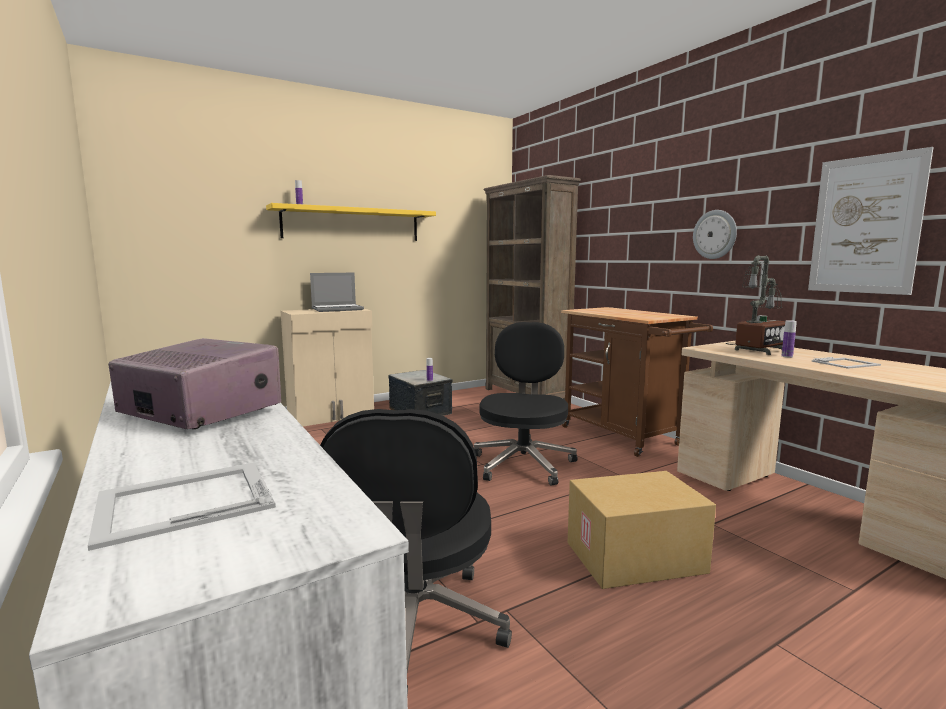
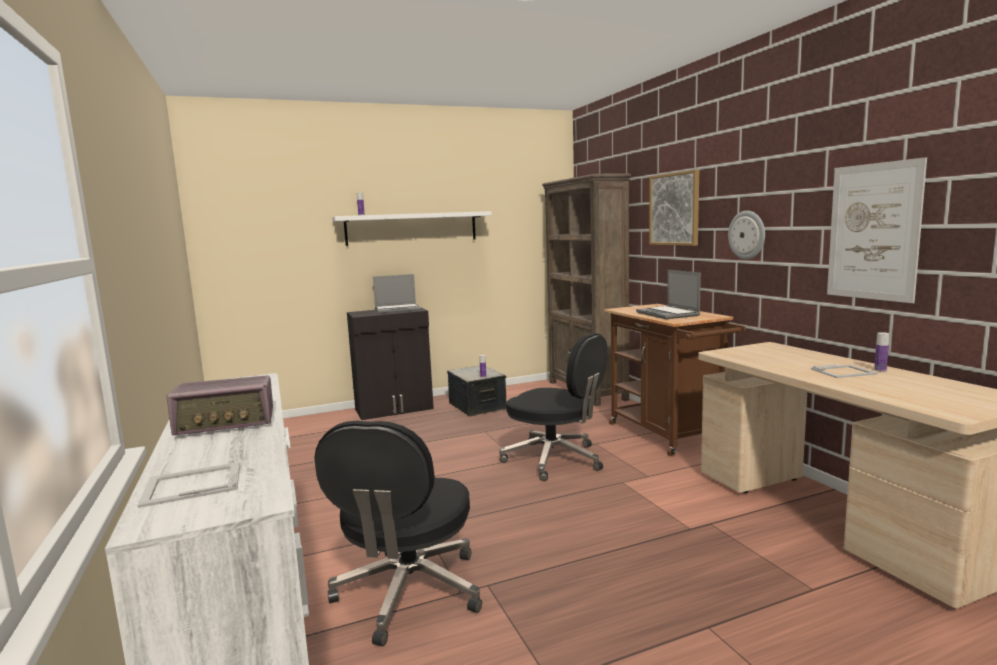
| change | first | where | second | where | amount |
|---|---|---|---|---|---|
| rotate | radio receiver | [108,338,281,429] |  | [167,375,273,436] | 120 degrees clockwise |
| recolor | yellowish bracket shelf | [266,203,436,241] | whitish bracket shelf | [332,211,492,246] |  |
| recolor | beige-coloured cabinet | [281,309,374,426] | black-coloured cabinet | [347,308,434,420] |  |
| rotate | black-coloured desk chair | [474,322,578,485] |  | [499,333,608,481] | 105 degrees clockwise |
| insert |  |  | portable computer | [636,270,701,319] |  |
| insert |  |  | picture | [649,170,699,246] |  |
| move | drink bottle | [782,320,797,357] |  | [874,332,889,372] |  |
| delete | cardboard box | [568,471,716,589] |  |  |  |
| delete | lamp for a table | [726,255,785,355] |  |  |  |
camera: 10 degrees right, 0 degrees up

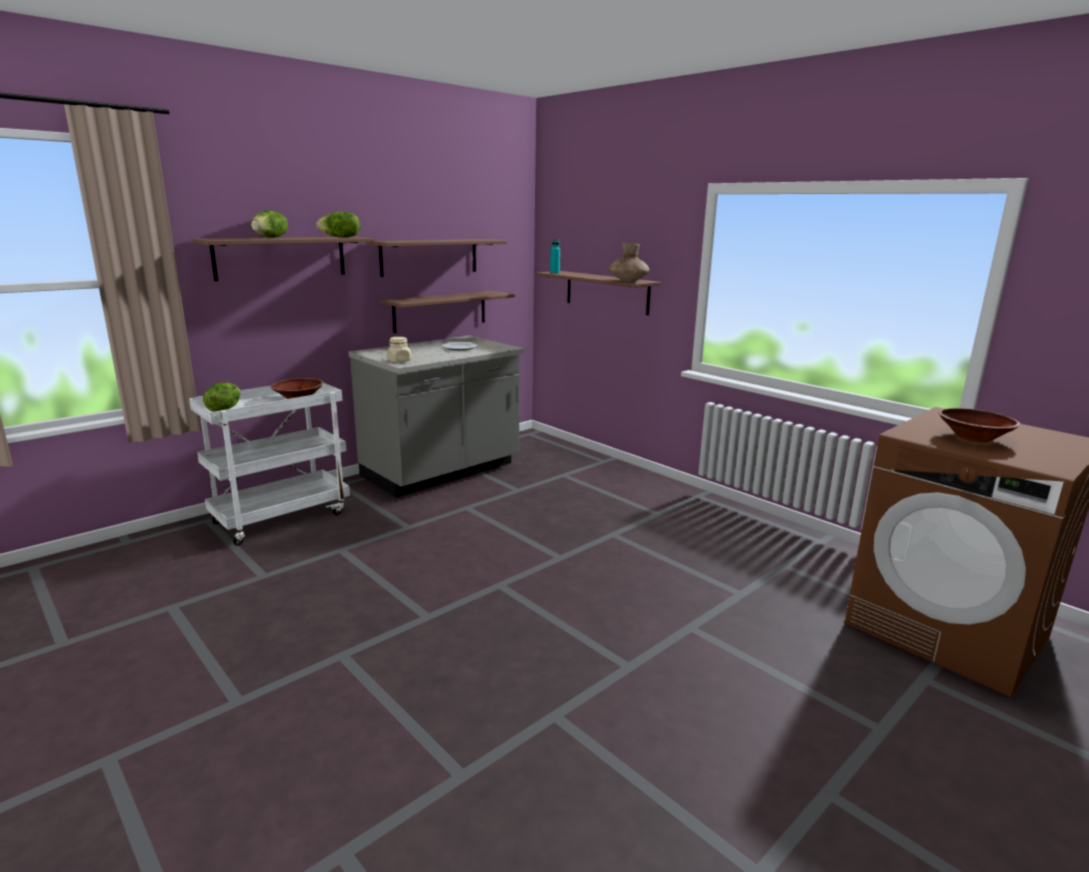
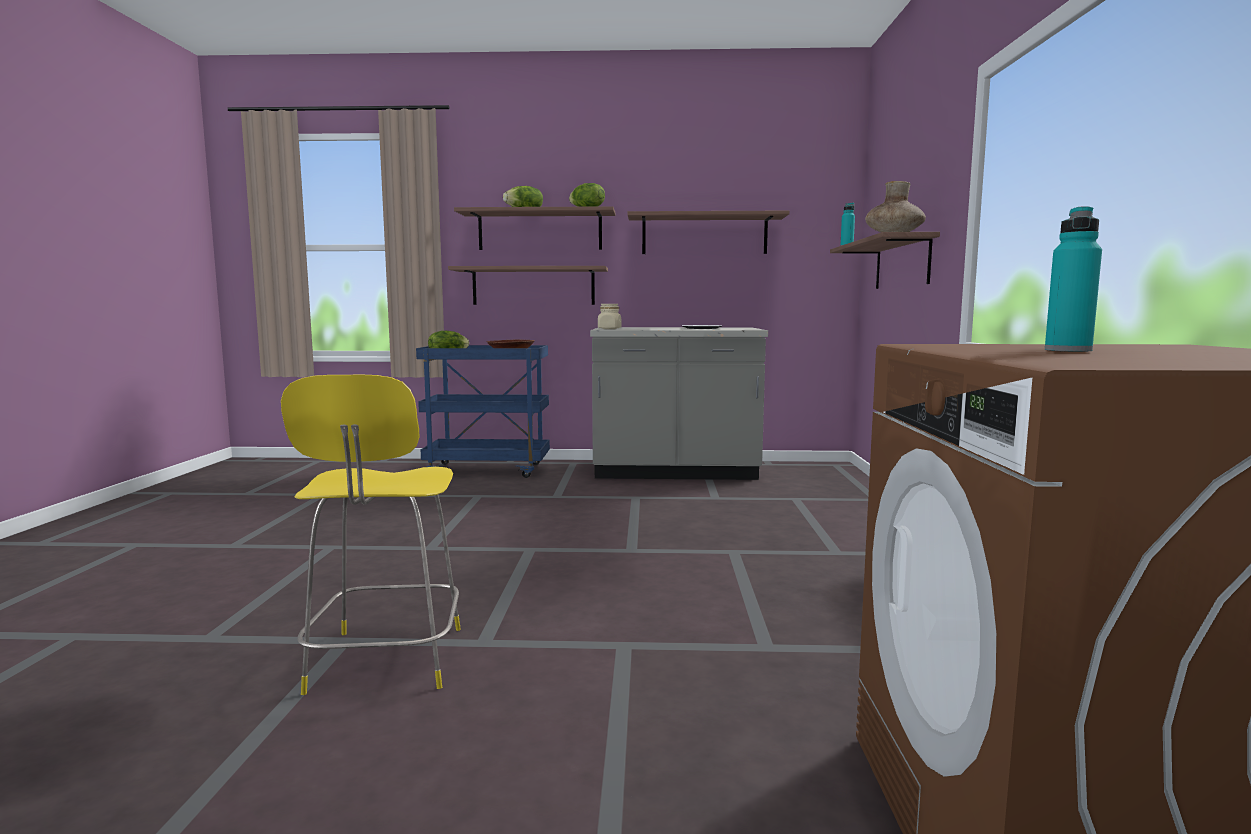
| change | first | where | second | where | amount |
|---|---|---|---|---|---|
| insert |  |  | yellowish upright chair | [281,375,461,695] |  |
| recolor | whitish cart | [189,383,350,546] | blue-coloured cart | [416,345,550,478] |  |
| move | bracket shelf | [380,291,515,333] |  | [448,266,608,305] |  |
| replace | brown deep dish | [938,408,1021,443] | turquoise-coloured drink bottle | [1045,206,1102,352] |  |
camera: 45 degrees right, 10 degrees down

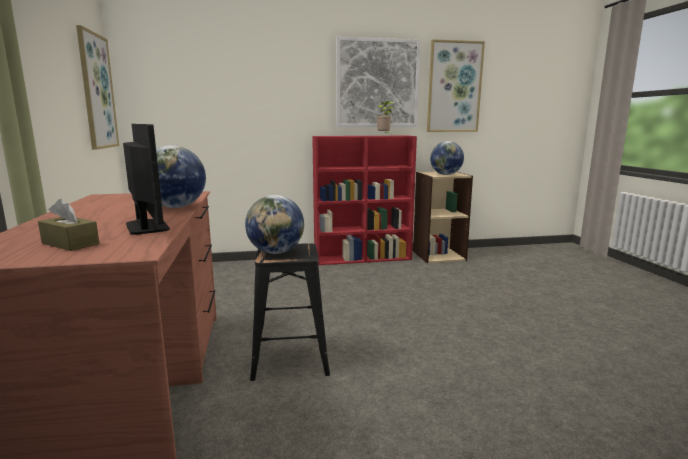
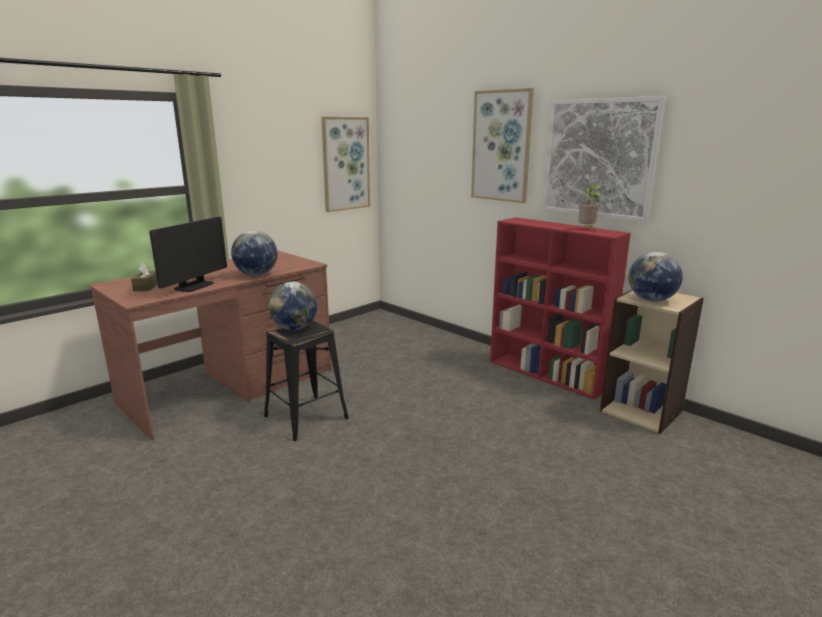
| change | first | where | second | where | amount |
|---|---|---|---|---|---|
| move | picture | [427,39,485,132] |  | [471,88,534,203] |  |
camera: 55 degrees right, 5 degrees up

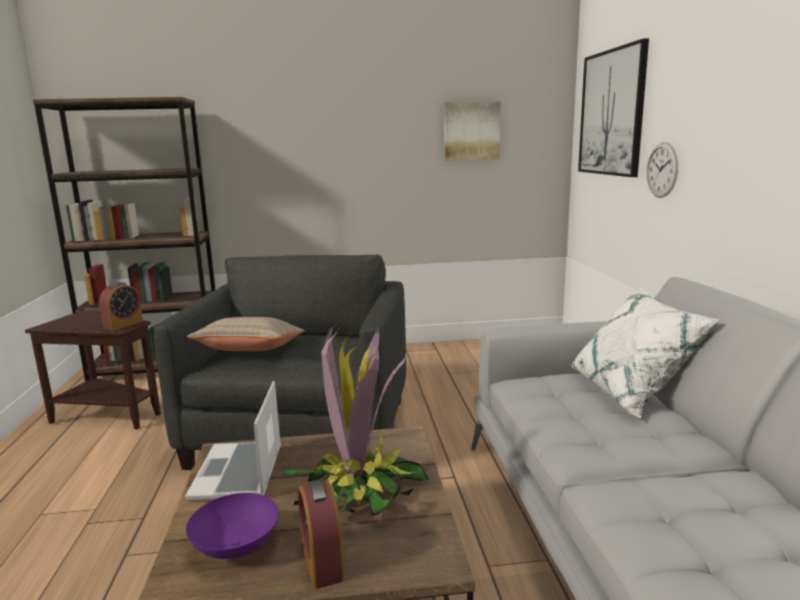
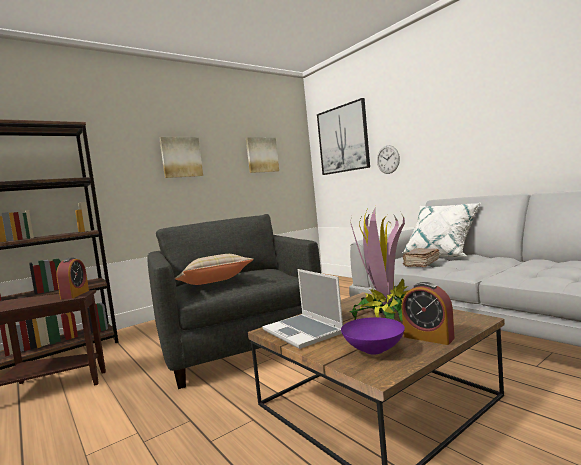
| change | first | where | second | where | amount |
|---|---|---|---|---|---|
| insert |  |  | picture | [159,137,203,178] |  |
| insert |  |  | brown book | [403,248,440,267] |  |
camera: 30 degrees left, 10 degrees down

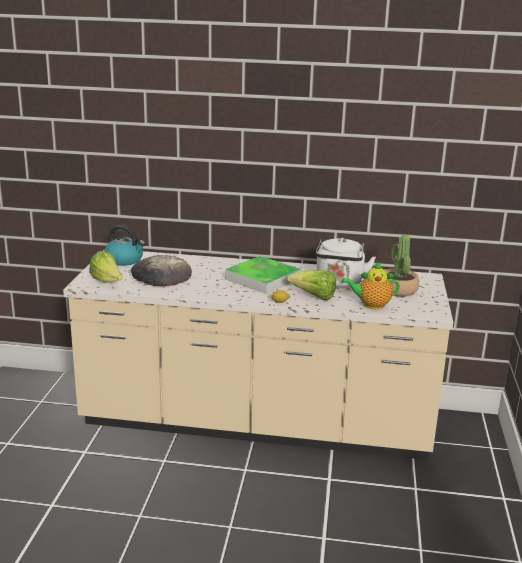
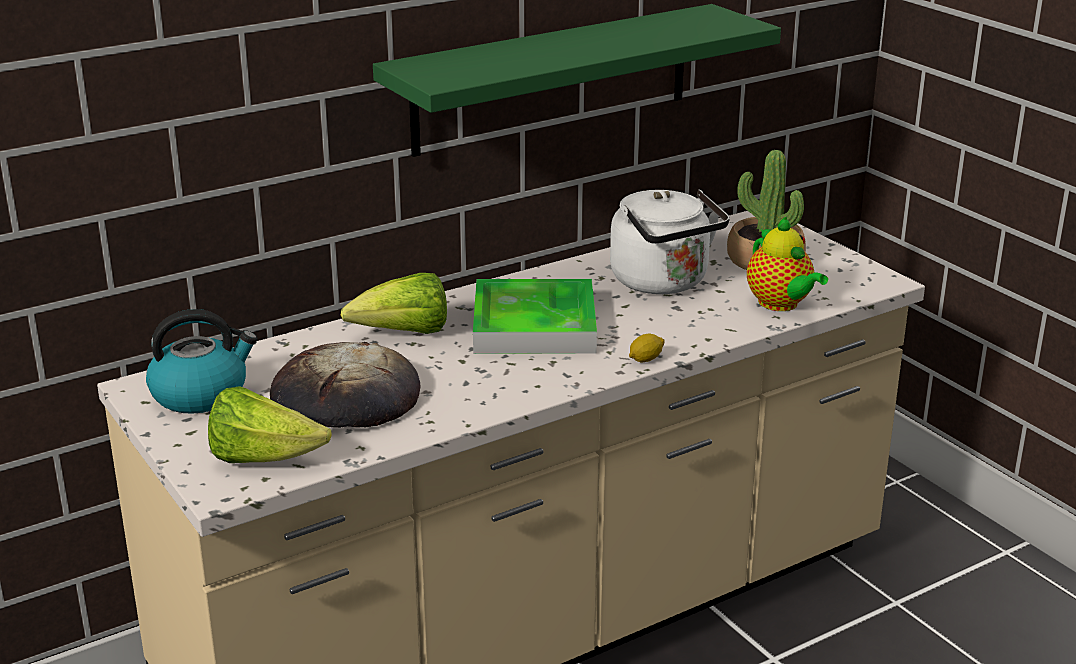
| change | first | where | second | where | amount |
|---|---|---|---|---|---|
| move | head of lettuce | [287,270,336,300] |  | [341,273,447,334] |  |
| insert |  |  | greenish bracket shelf | [373,4,781,157] |  |
| rotate | teapot | [342,261,400,309] |  | [747,216,828,311] | 75 degrees counterclockwise |
camera: 40 degrees left, 5 degrees up

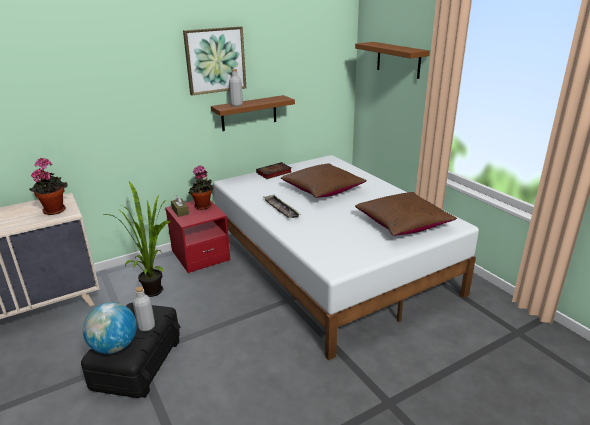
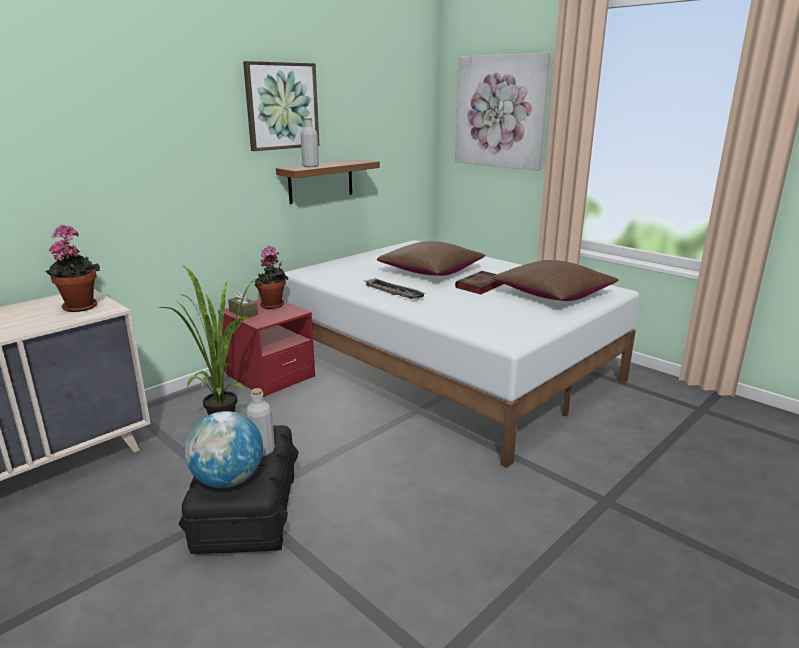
| change | first | where | second | where | amount |
|---|---|---|---|---|---|
| replace | brown bracket shelf | [355,42,430,79] | picture | [455,53,551,171] |  |
| move | book | [256,162,292,179] |  | [455,271,503,294] |  |
camera: 15 degrees left, 5 degrees down

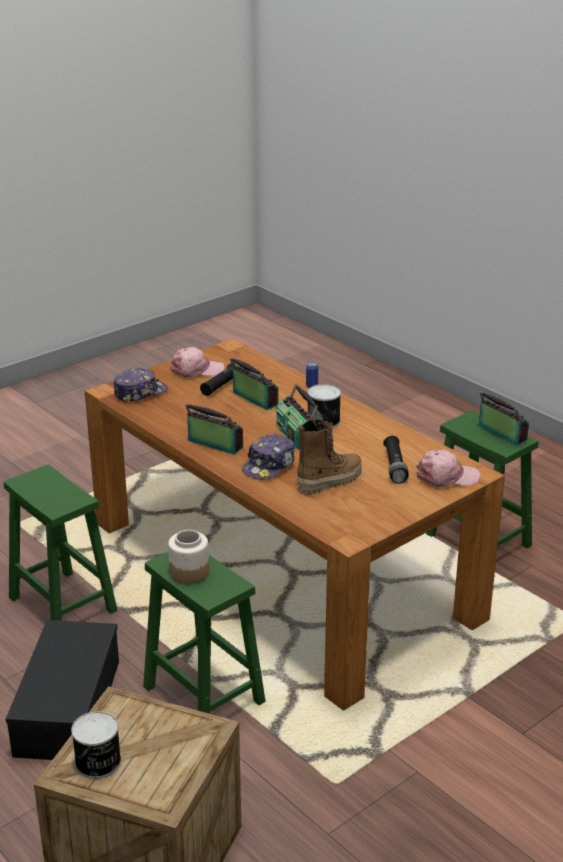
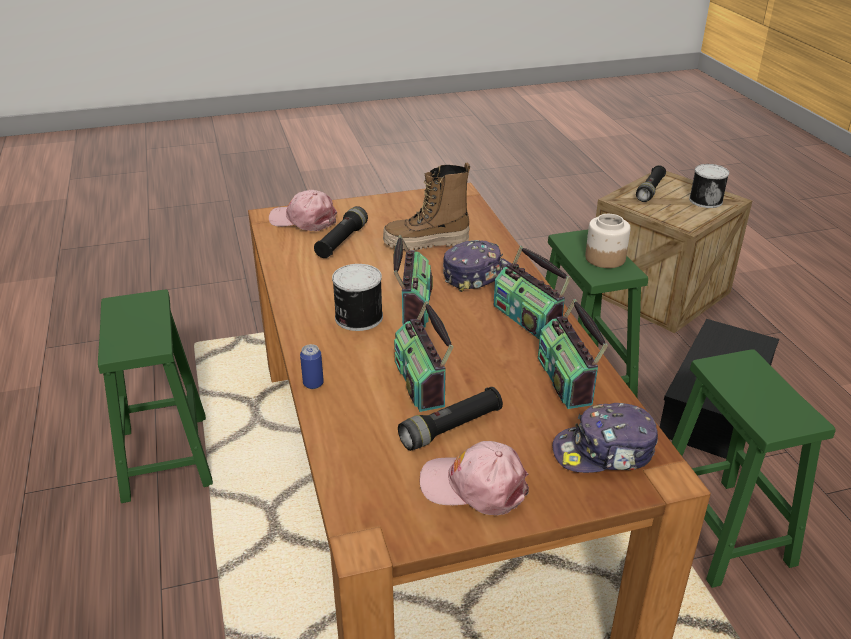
| change | first | where | second | where | amount |
|---|---|---|---|---|---|
| move | radio receiver | [479,391,529,446] |  | [538,299,608,409] |  |
| insert |  |  | black-coloured flashlight | [636,165,666,202] |  |
camera: 155 degrees left, 5 degrees up

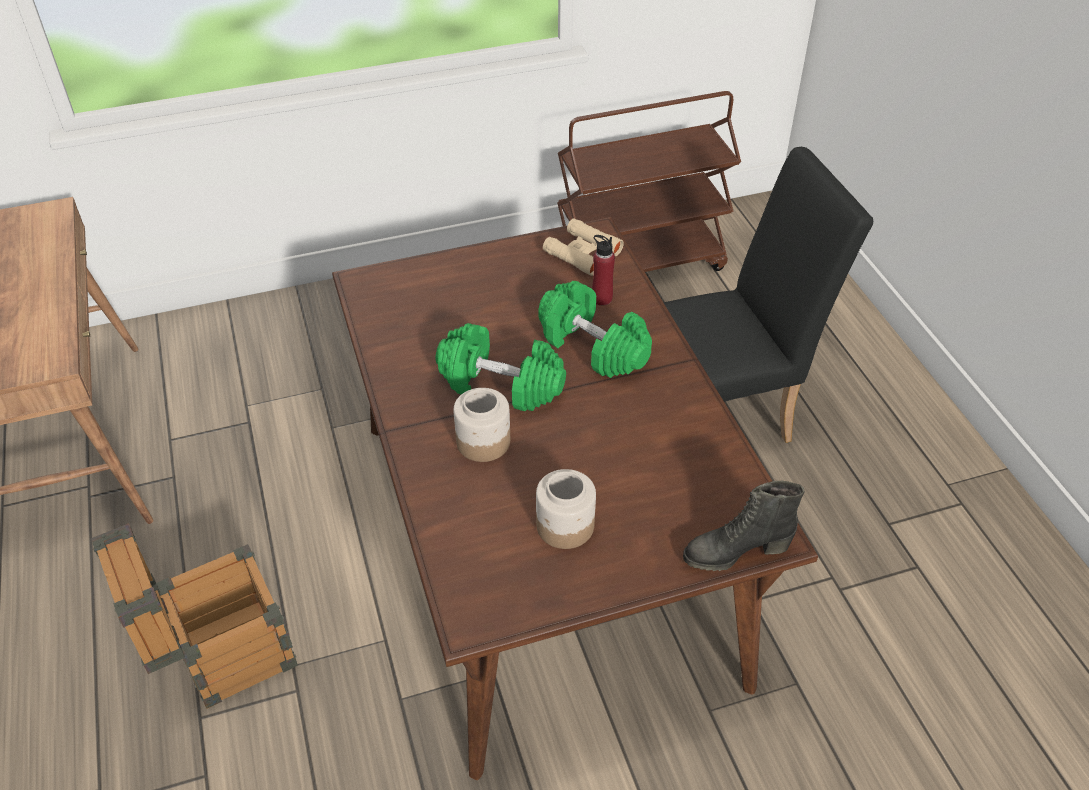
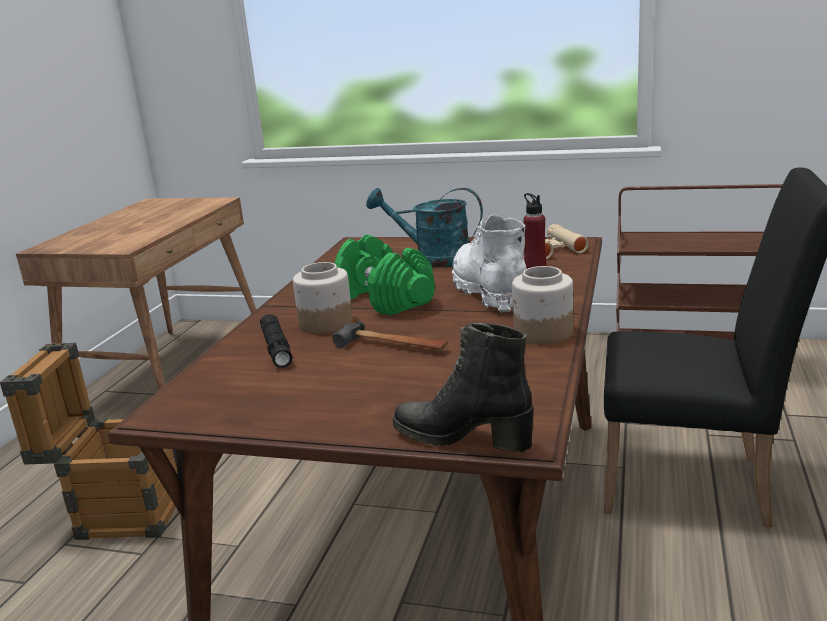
| change | first | where | second | where | amount |
|---|---|---|---|---|---|
| insert |  |  | black-coloured flashlight | [260,314,293,368] |  |
| insert |  |  | hand hammer | [332,321,448,350] |  |
| insert |  |  | turquoise-coloured watering can | [366,188,483,268] |  |
| replace | greenish hand weight | [538,281,652,378] | whitish boot | [452,214,527,312] |  |
| move | jar | [536,469,596,549] |  | [512,266,573,344] |  |
camera: 35 degrees right, 25 degrees down

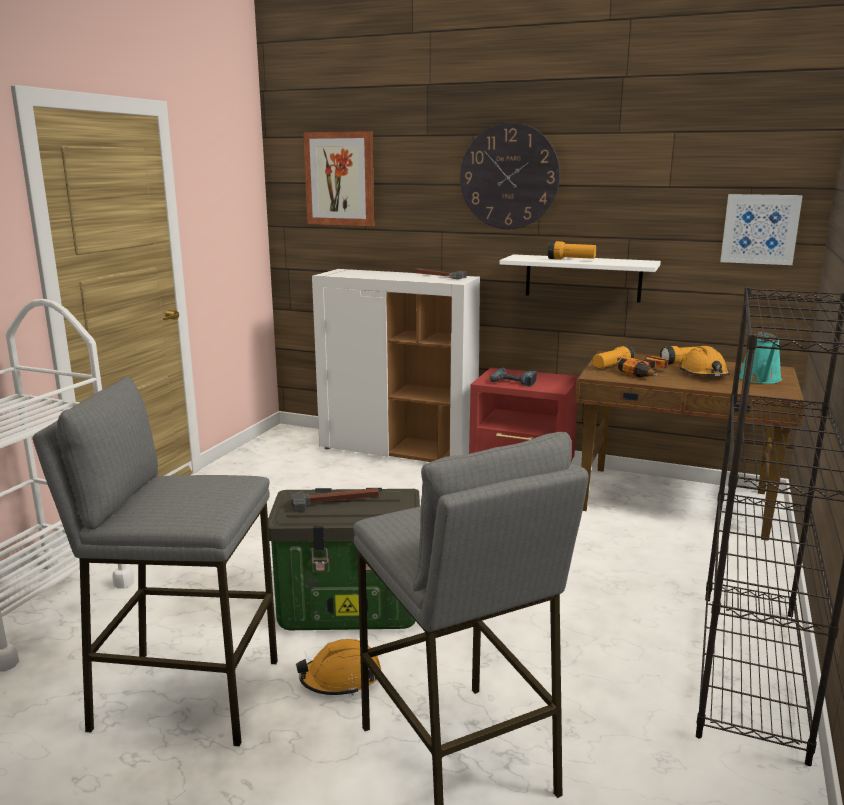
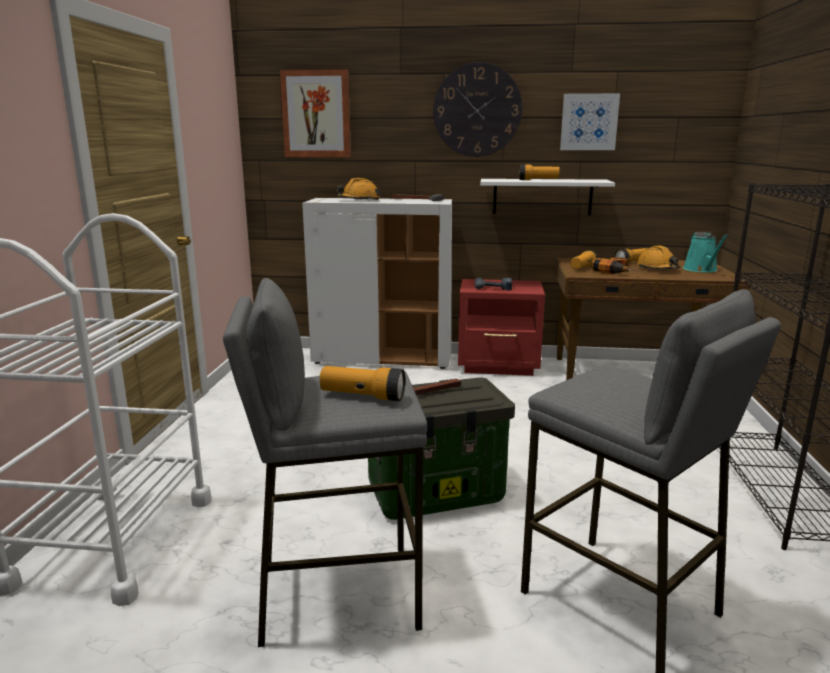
| change | first | where | second | where | amount |
|---|---|---|---|---|---|
| insert |  |  | flashlight | [320,366,405,401] |  |
| move | orange-coloured hard hat | [296,639,381,696] |  | [336,178,380,200] |  |
| move | picture | [720,194,803,265] |  | [560,93,620,150] |  |
camera: 15 degrees left, 0 degrees up

